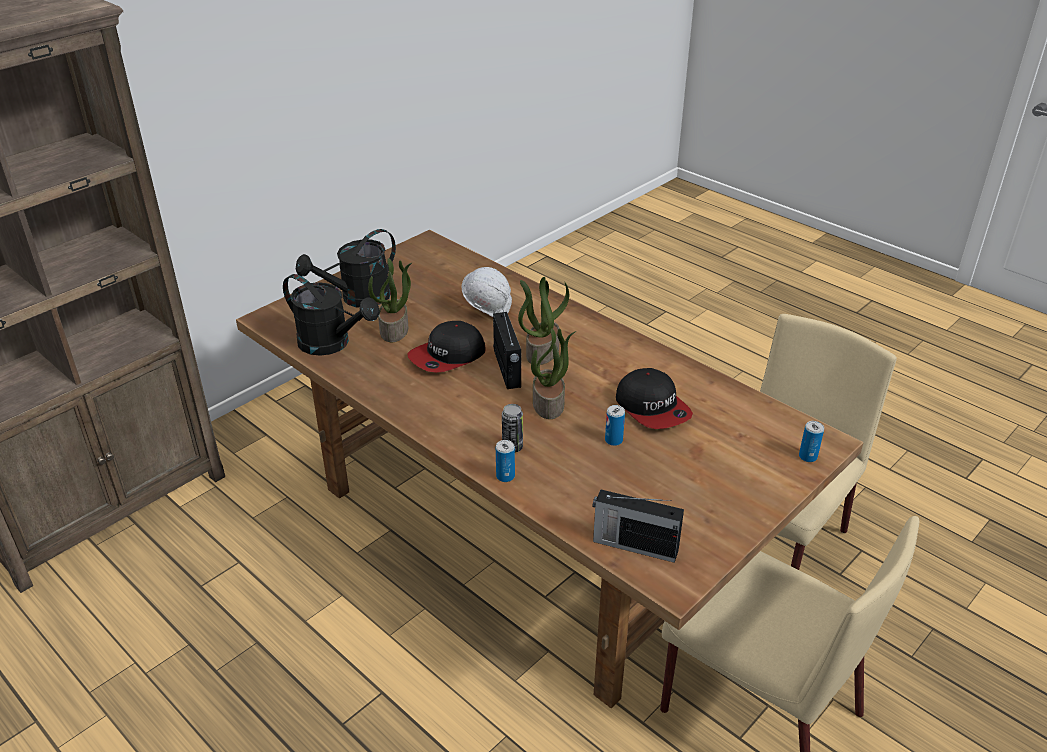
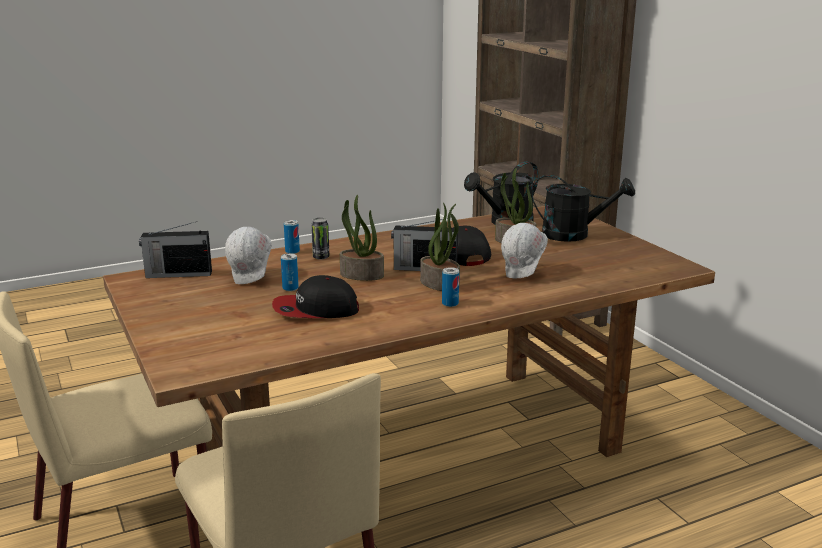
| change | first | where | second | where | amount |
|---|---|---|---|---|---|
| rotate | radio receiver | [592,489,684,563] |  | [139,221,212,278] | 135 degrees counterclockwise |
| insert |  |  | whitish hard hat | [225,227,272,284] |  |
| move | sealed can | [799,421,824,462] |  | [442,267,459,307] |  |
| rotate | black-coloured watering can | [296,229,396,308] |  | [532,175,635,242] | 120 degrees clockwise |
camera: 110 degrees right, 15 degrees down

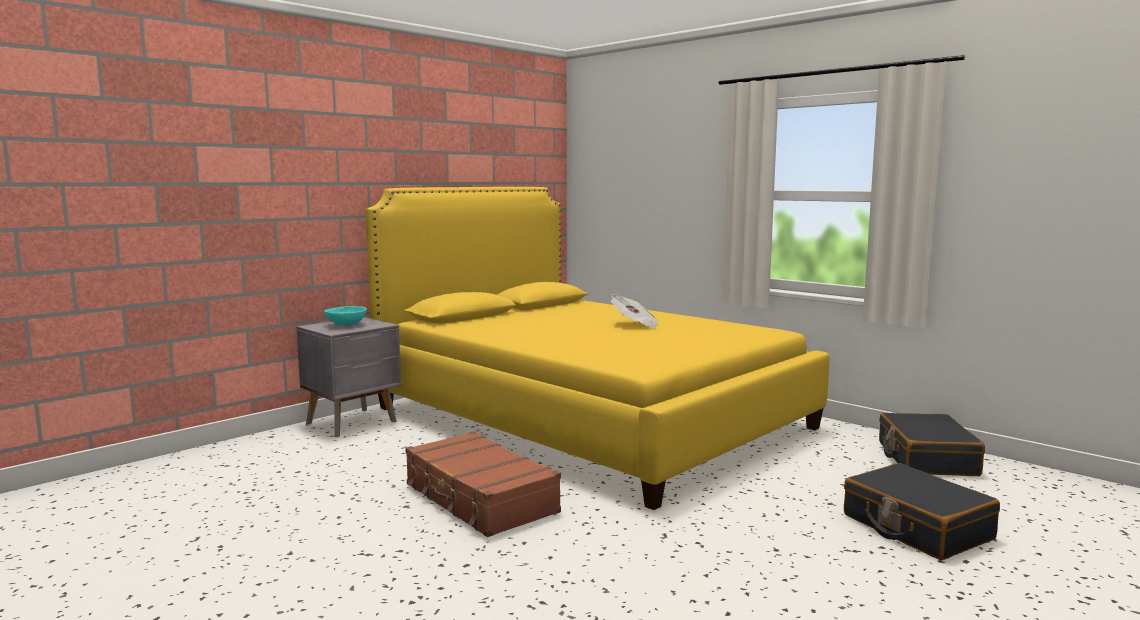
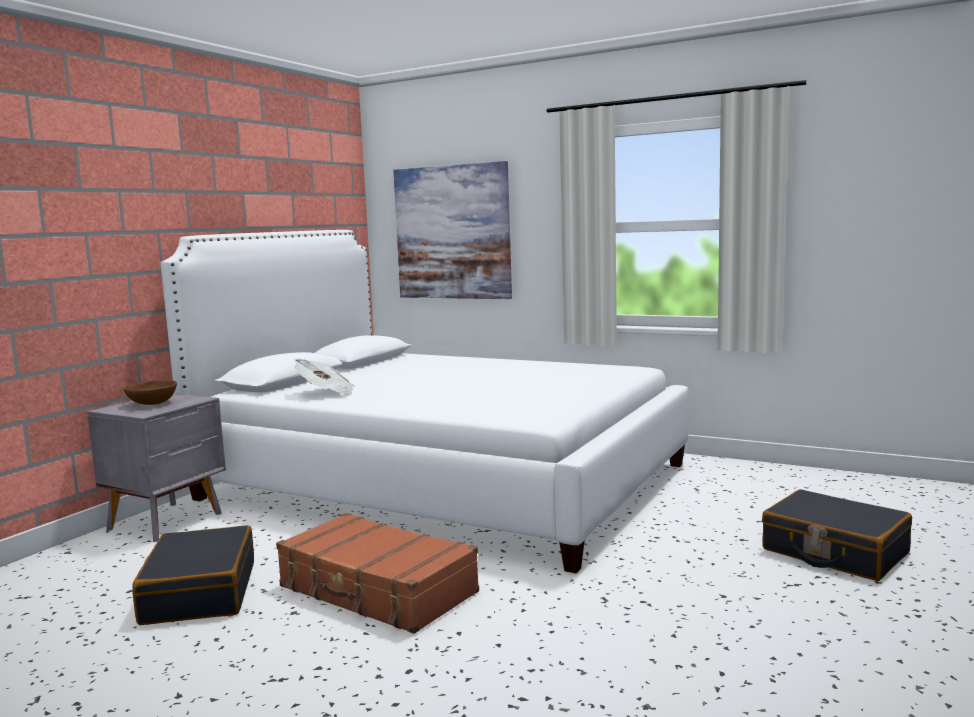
| change | first | where | second | where | amount |
|---|---|---|---|---|---|
| recolor | turquoise-coloured deep dish | [324,306,367,326] | brown deep dish | [123,380,177,405] |  |
| move | black-coloured travel case | [879,413,985,476] |  | [132,525,254,625] |  |
| recolor | yellowish bedroom bed | [366,187,829,510] | whitish bedroom bed | [161,230,689,573] |  |
| move | printed paper | [611,294,659,329] |  | [294,359,355,396] |  |
| insert |  |  | picture | [393,161,512,299] |  |
camera: 15 degrees left, 0 degrees up

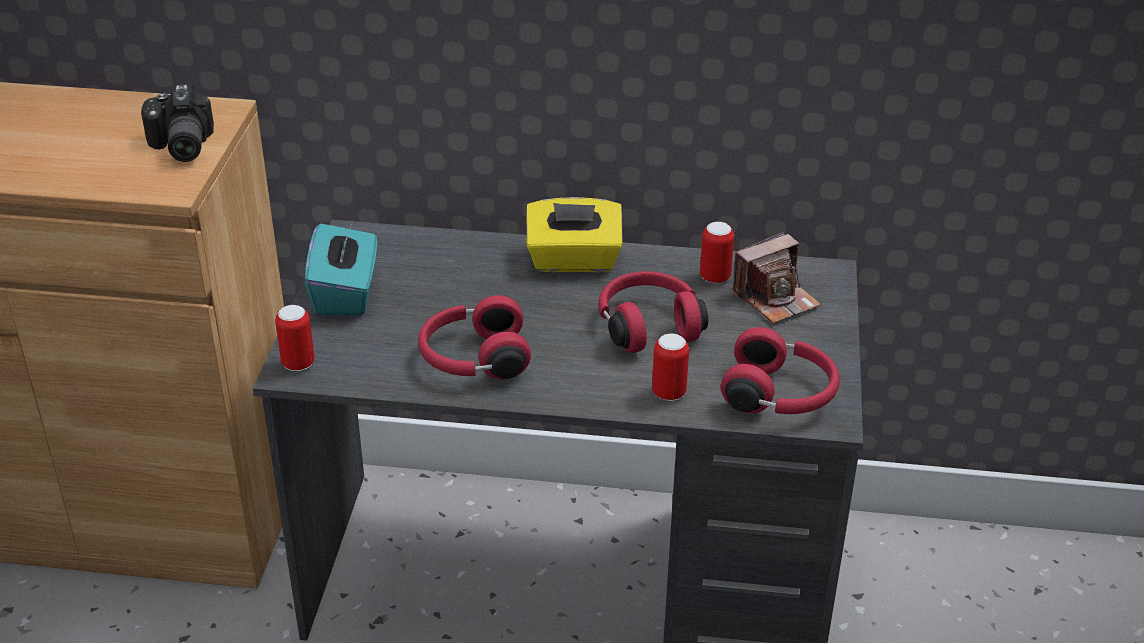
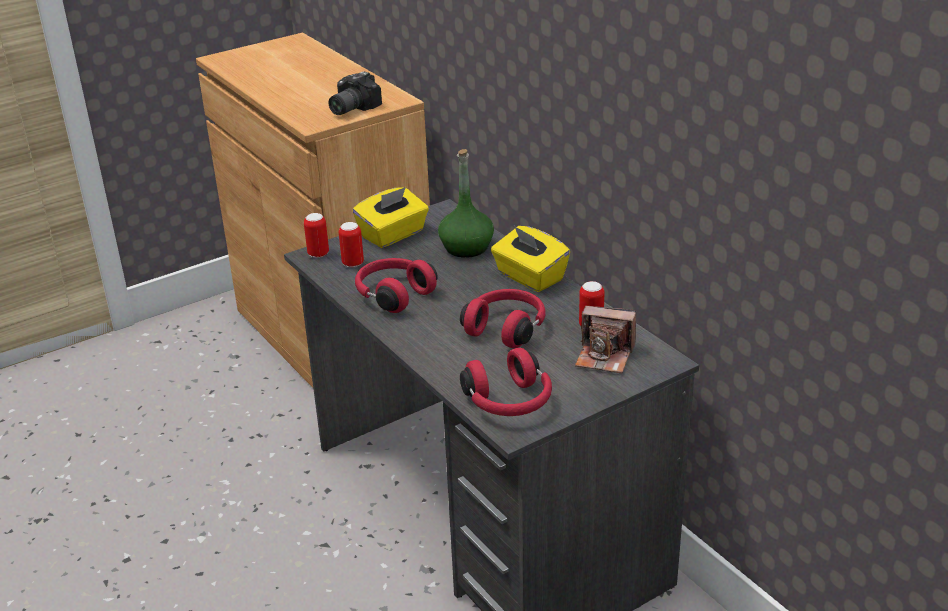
| change | first | where | second | where | amount |
|---|---|---|---|---|---|
| move | sealed can | [652,334,689,401] |  | [339,222,364,268] |  |
| recolor | turquoise-coloured tissue box | [305,219,377,315] | yellowish tissue box | [353,187,429,248] |  |
| insert |  |  | greenish drink bottle | [438,149,494,258] |  |
camera: 50 degrees right, 5 degrees down

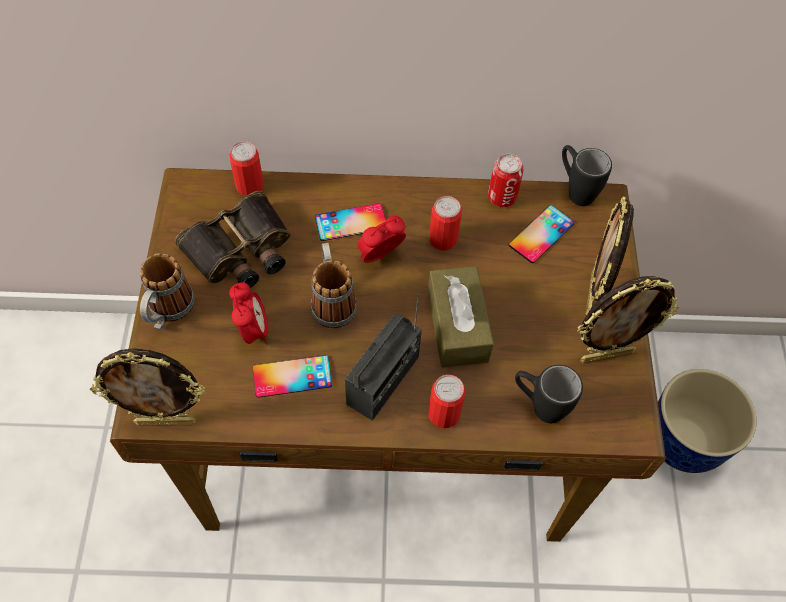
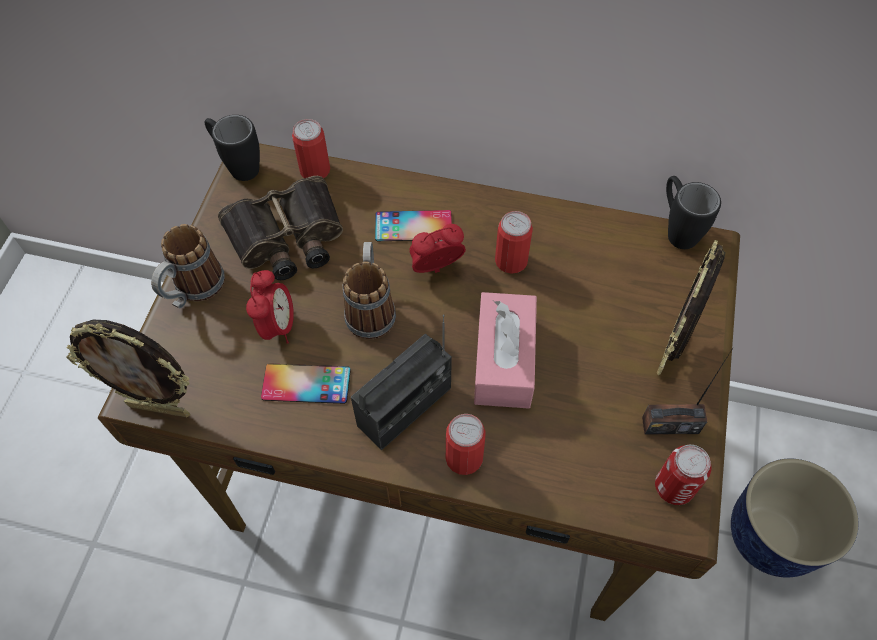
| change | first | where | second | where | amount |
|---|---|---|---|---|---|
| move | black-coloured tea mug | [515,365,583,423] |  | [205,115,260,181] |  |
| recolor | brown tissue box | [428,266,494,368] | pink tissue box | [474,292,537,408] |  |
| replace | picture frame | [577,276,679,364] | radio receiver | [642,348,733,435] |  |
| move | sealed can | [488,154,524,207] |  | [655,445,711,505] |  |
| delete | telephone | [508,205,574,263] |  |  |  |
camera: 15 degrees right, 0 degrees up

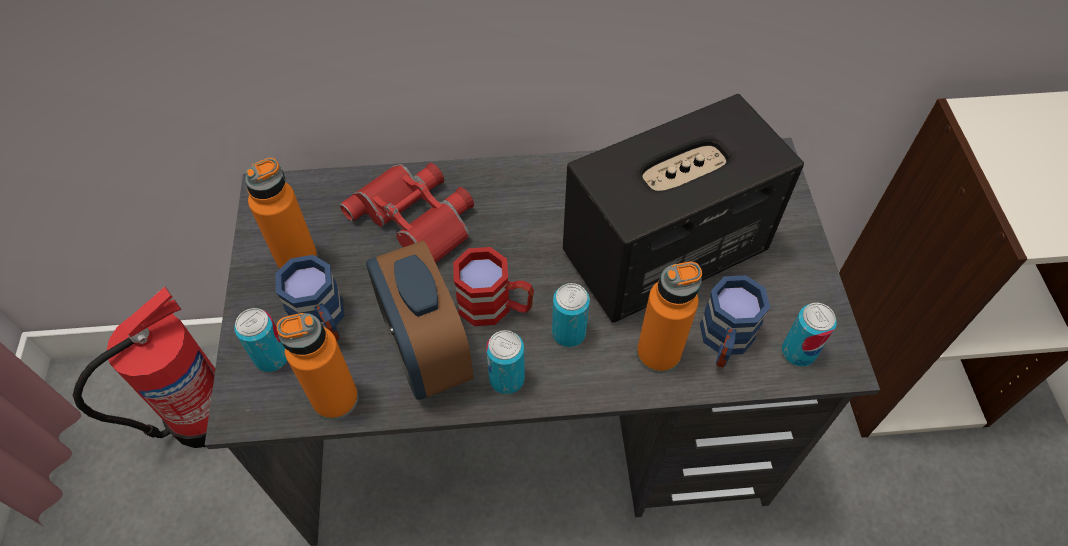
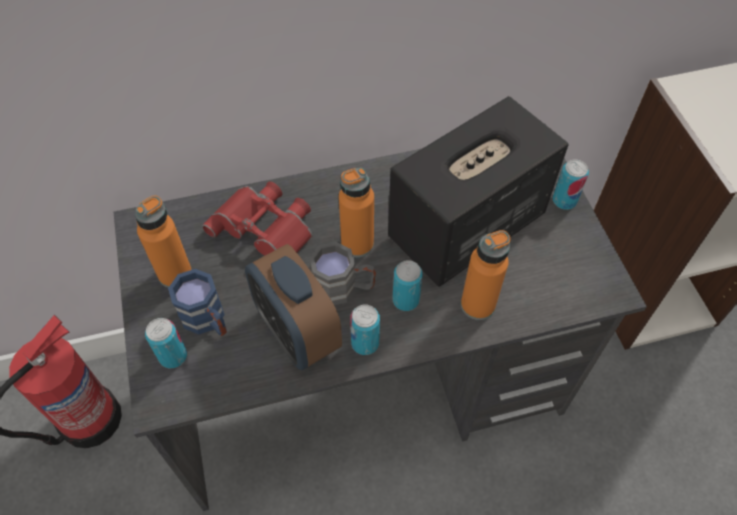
| change | first | where | second | where | amount |
|---|---|---|---|---|---|
| recolor | red-coloured tea mug | [453,247,534,326] | greyish tea mug | [309,242,376,306] |  |
| move | orange-coloured drink bottle | [277,313,358,420] |  | [339,168,374,257] |  |
| move | sealed can | [782,303,836,367] |  | [553,159,589,210] |  |
| delete | blue-coloured tea mug | [700,275,770,367] |  |  |  |
camera: 10 degrees left, 0 degrees up

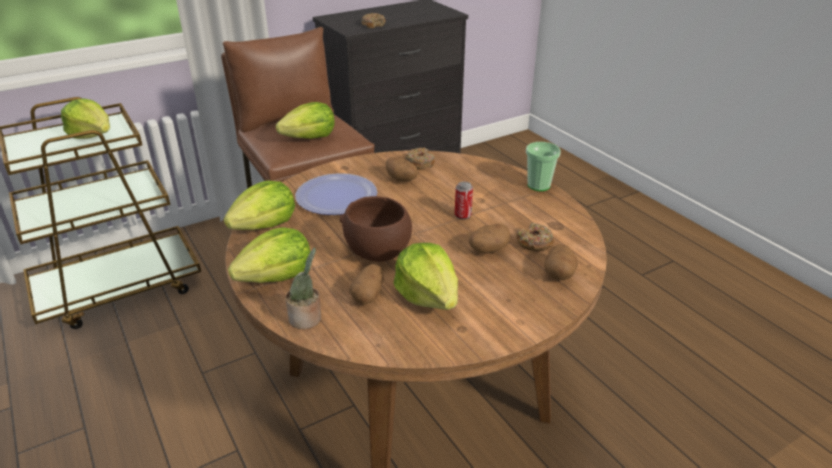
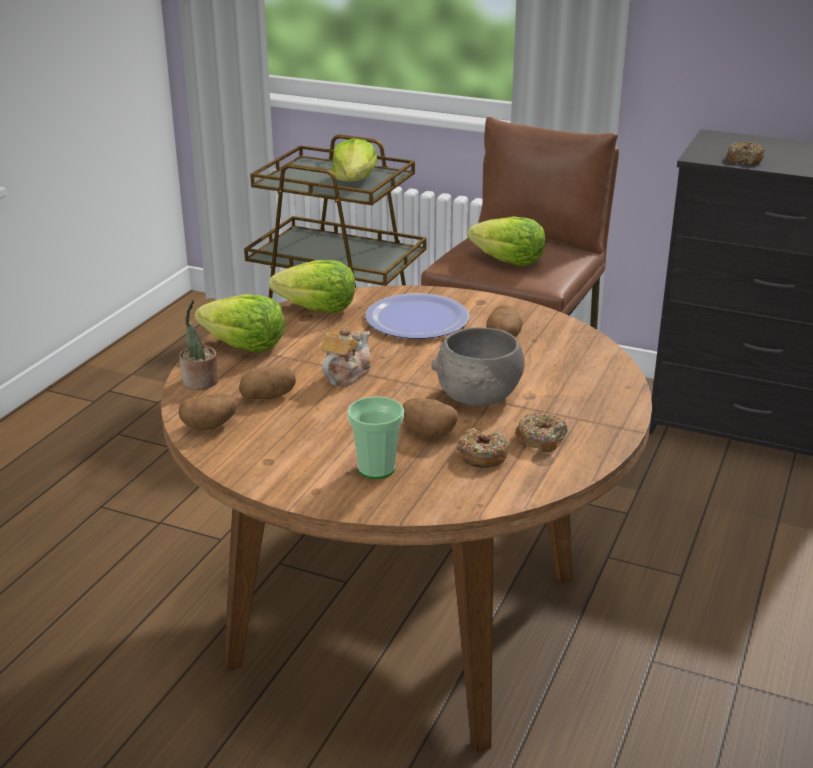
| change | first | where | second | where | amount |
|---|---|---|---|---|---|
| move | spud | [544,244,578,280] |  | [179,393,238,430] |  |
| replace | brown deep dish | [340,196,412,262] | teapot | [321,326,371,386] |  |
| move | small cup | [526,142,561,191] |  | [347,396,404,479] |  |
| replace | sealed can | [455,182,473,220] | greyish deep dish | [431,327,525,406] |  |
| move | doughnut | [405,148,435,170] |  | [515,412,568,452] |  |
| delete | head of lettuce | [394,243,458,310] |  |  |  |
camera: 55 degrees right, 5 degrees down

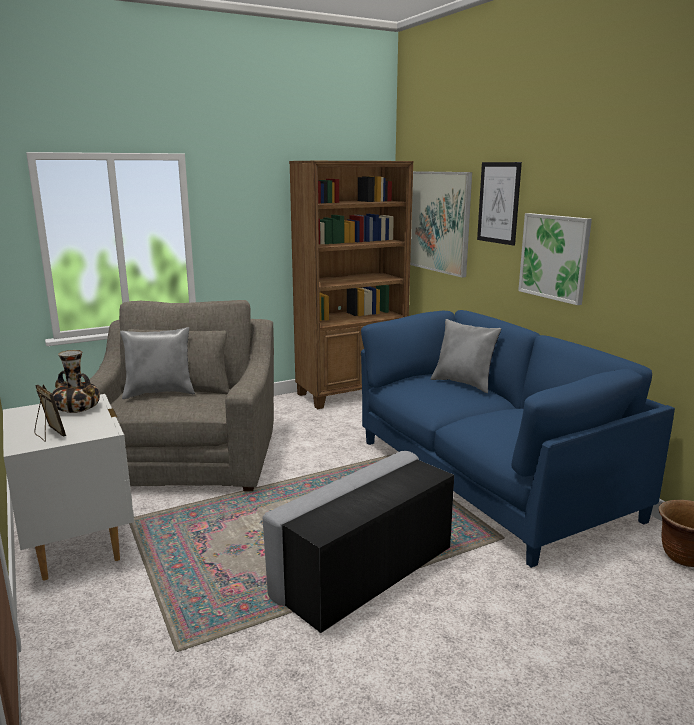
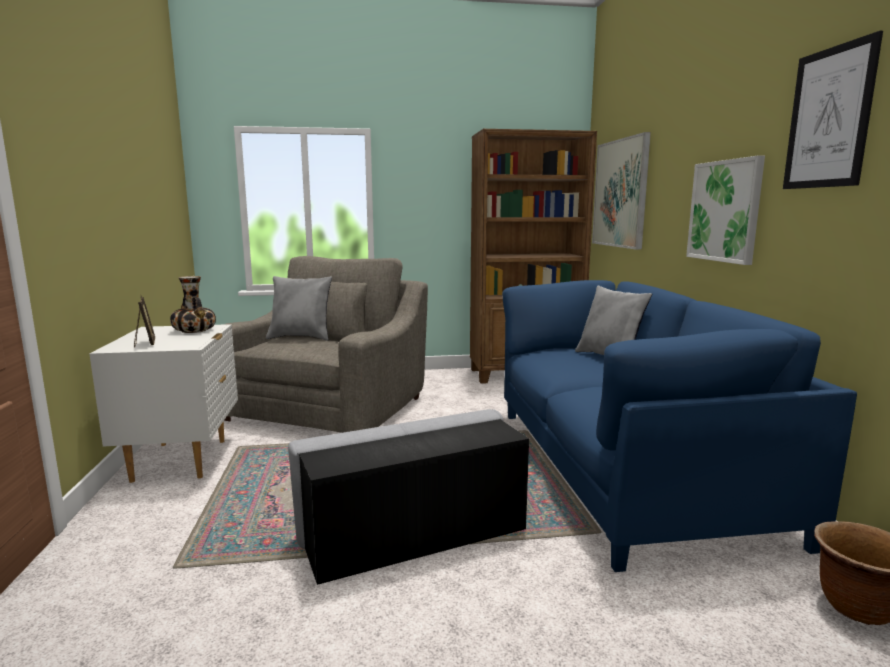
| change | first | where | second | where | amount |
|---|---|---|---|---|---|
| move | picture | [477,162,522,246] |  | [783,31,883,189] |  |
camera: 20 degrees right, 5 degrees down

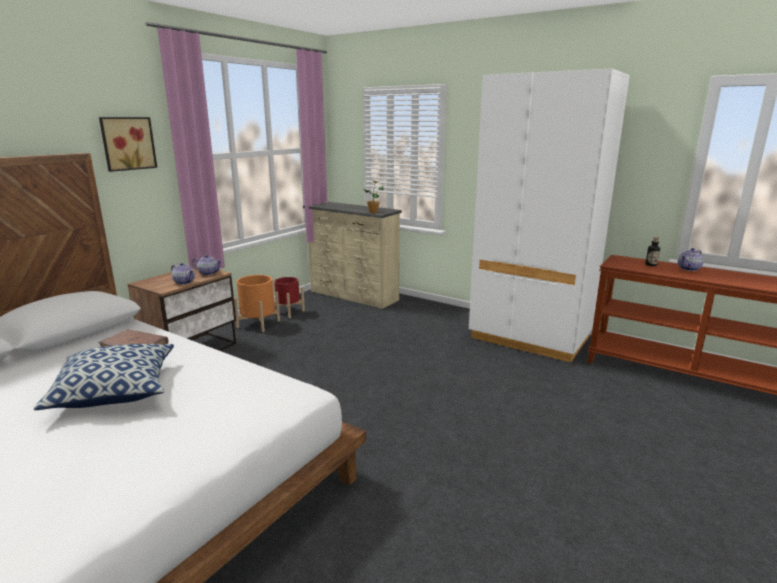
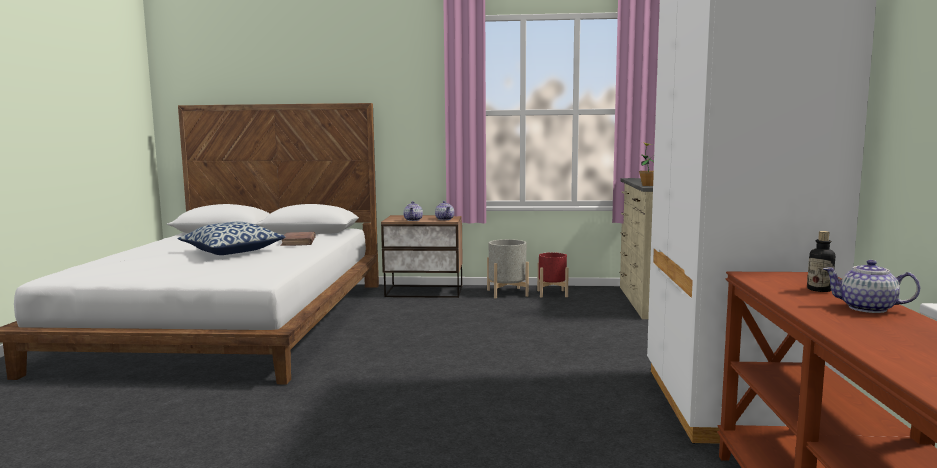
| change | first | where | second | where | amount |
|---|---|---|---|---|---|
| recolor | orange-coloured plant pot | [234,275,280,332] | greyish plant pot | [487,239,529,298] |  |
| delete | picture | [99,117,157,172] |  |  |  |
camera: 60 degrees right, 10 degrees down

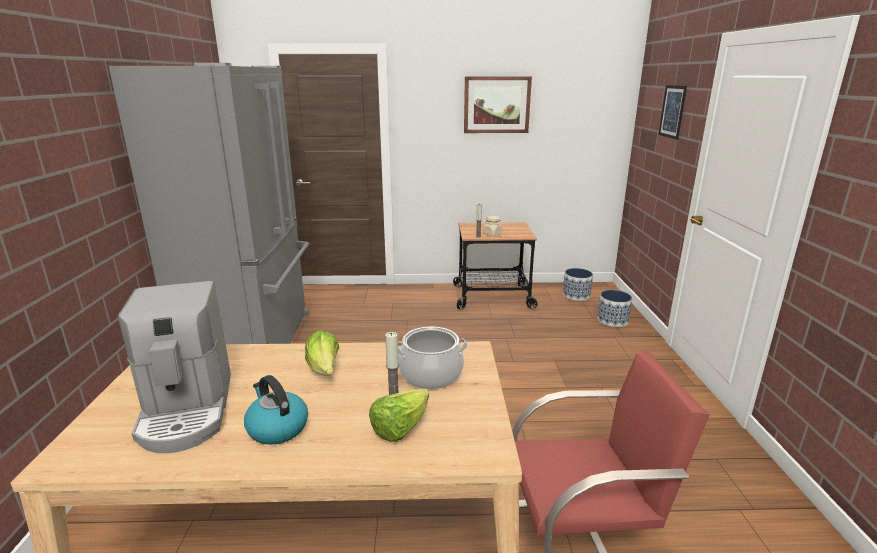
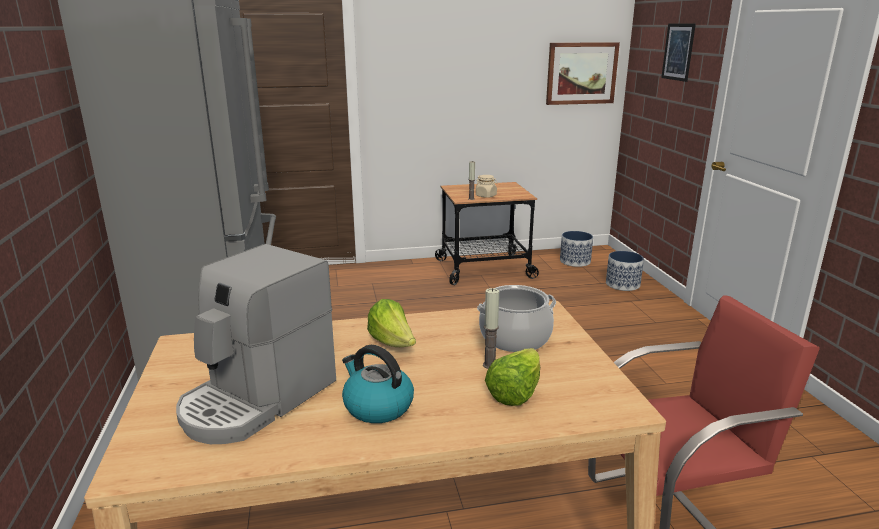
| change | first | where | second | where | amount |
|---|---|---|---|---|---|
| rotate | coffee brewer | [118,281,231,453] |  | [176,244,336,444] | 60 degrees clockwise |
| move | picture | [464,76,532,133] |  | [546,42,620,105] |  |
camera: 10 degrees left, 0 degrees up

